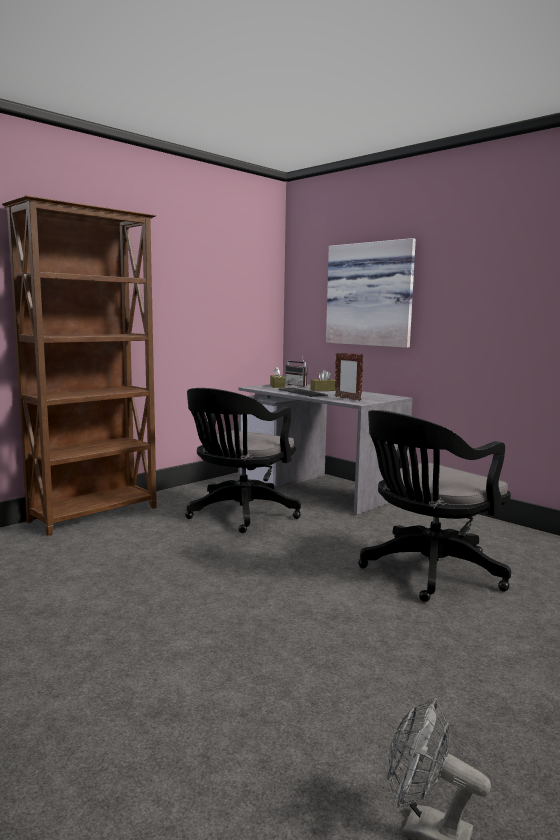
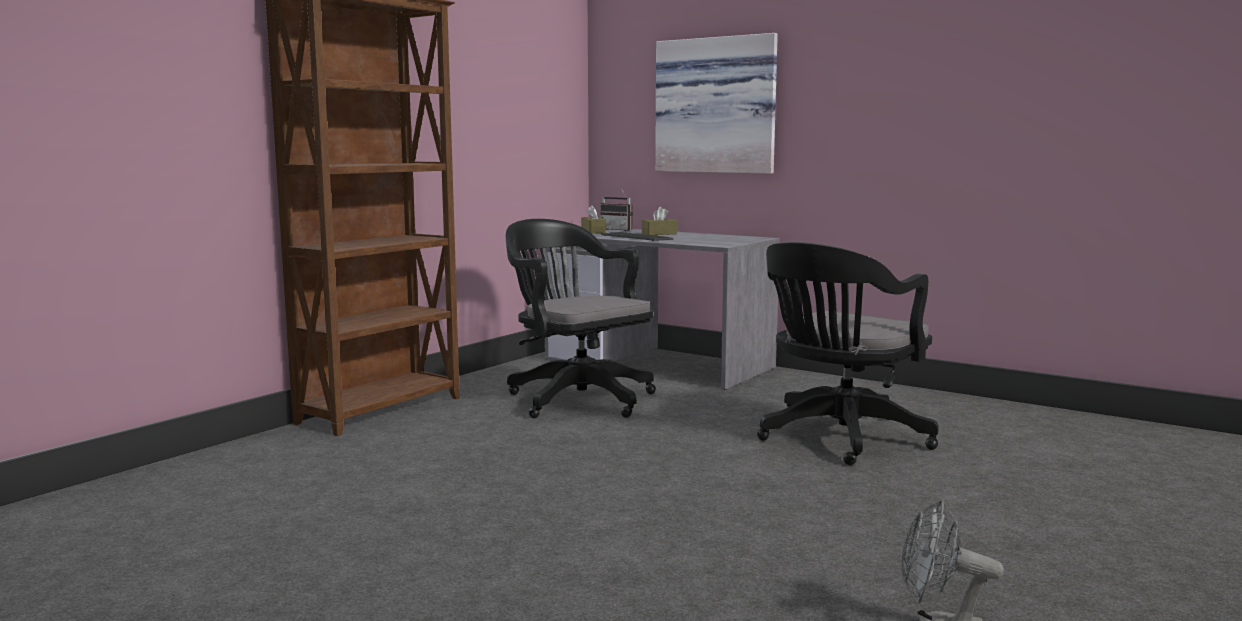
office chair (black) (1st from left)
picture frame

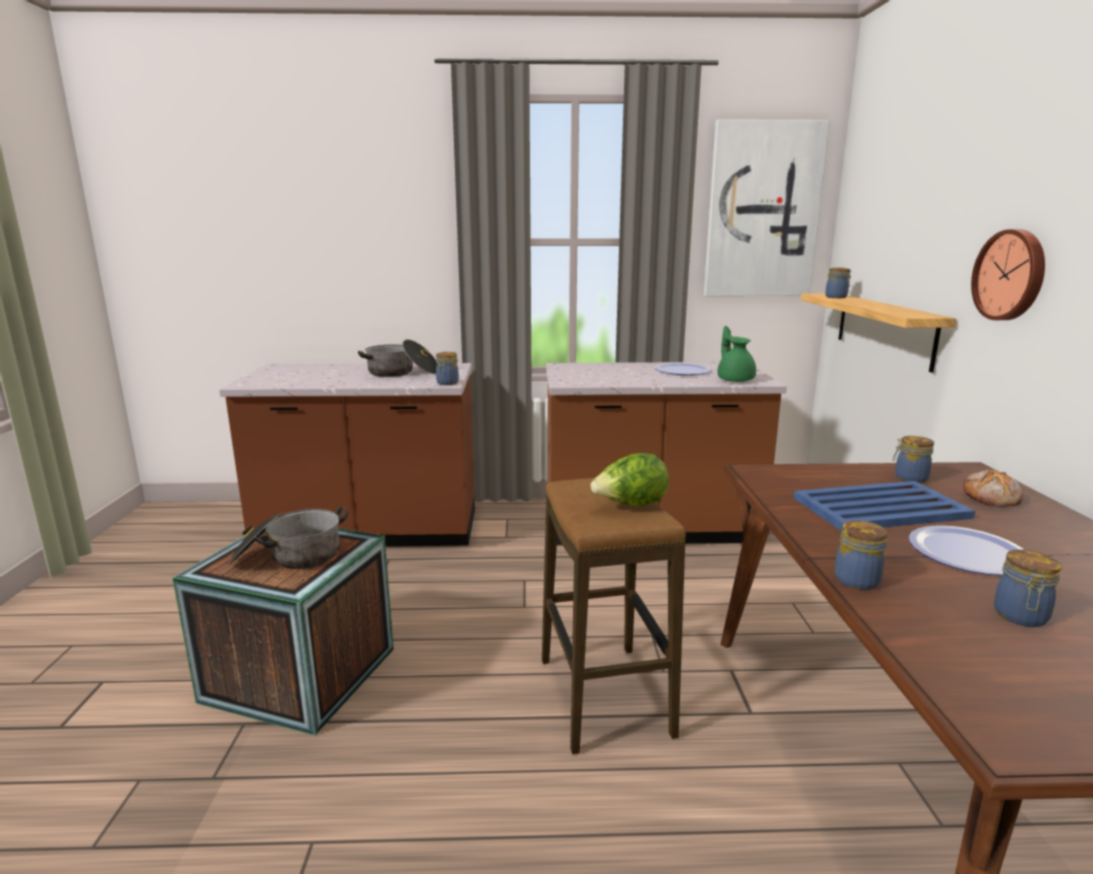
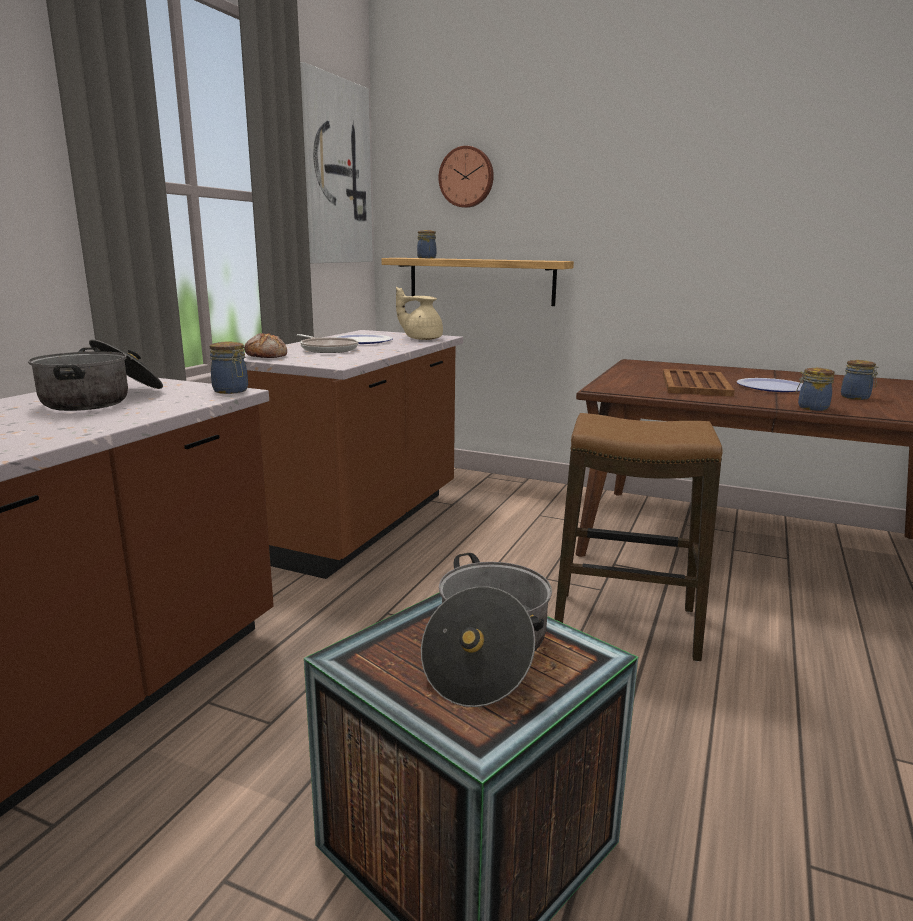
lettuce
teapot (beige)
tray (brown)
jar (4th from left in the first image)
bread
wall clock
frying pan

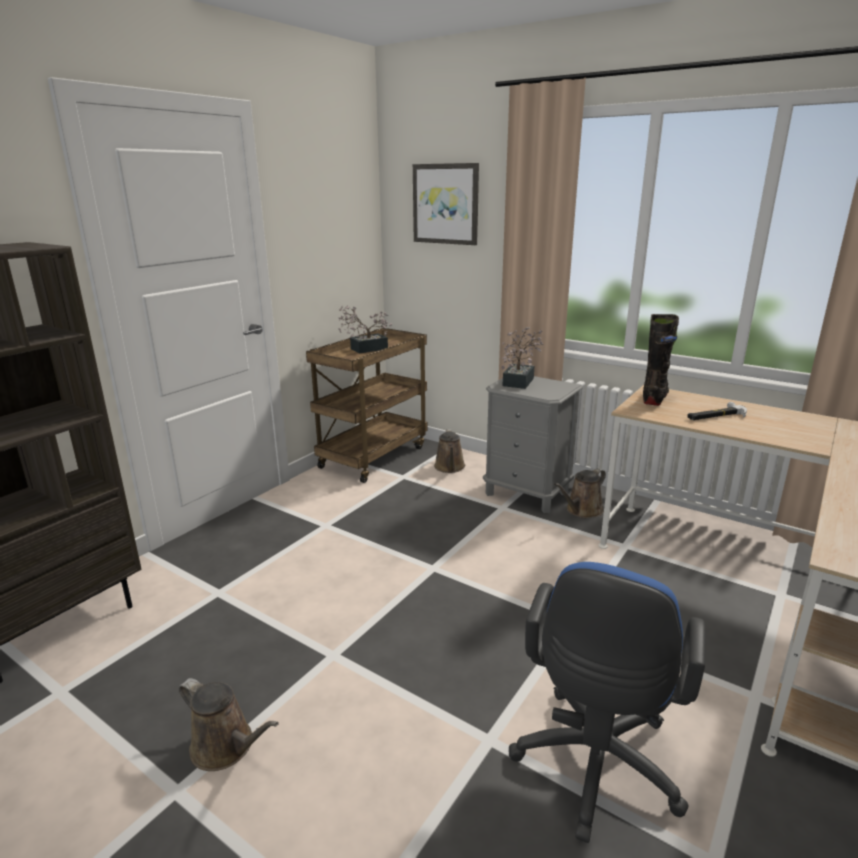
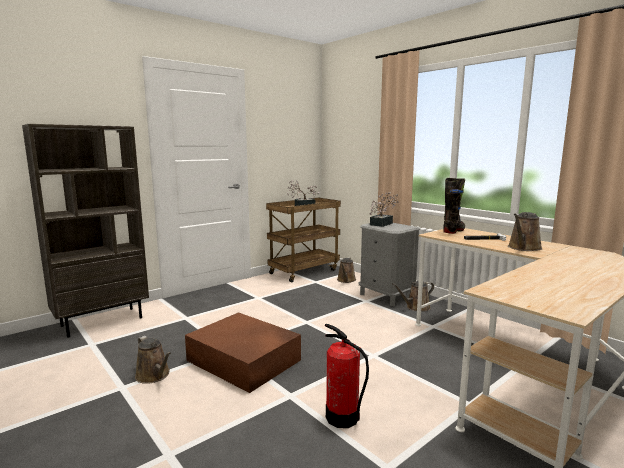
picture
fire extinguisher
storage box (brown)
watering can (brown) (4th from left)

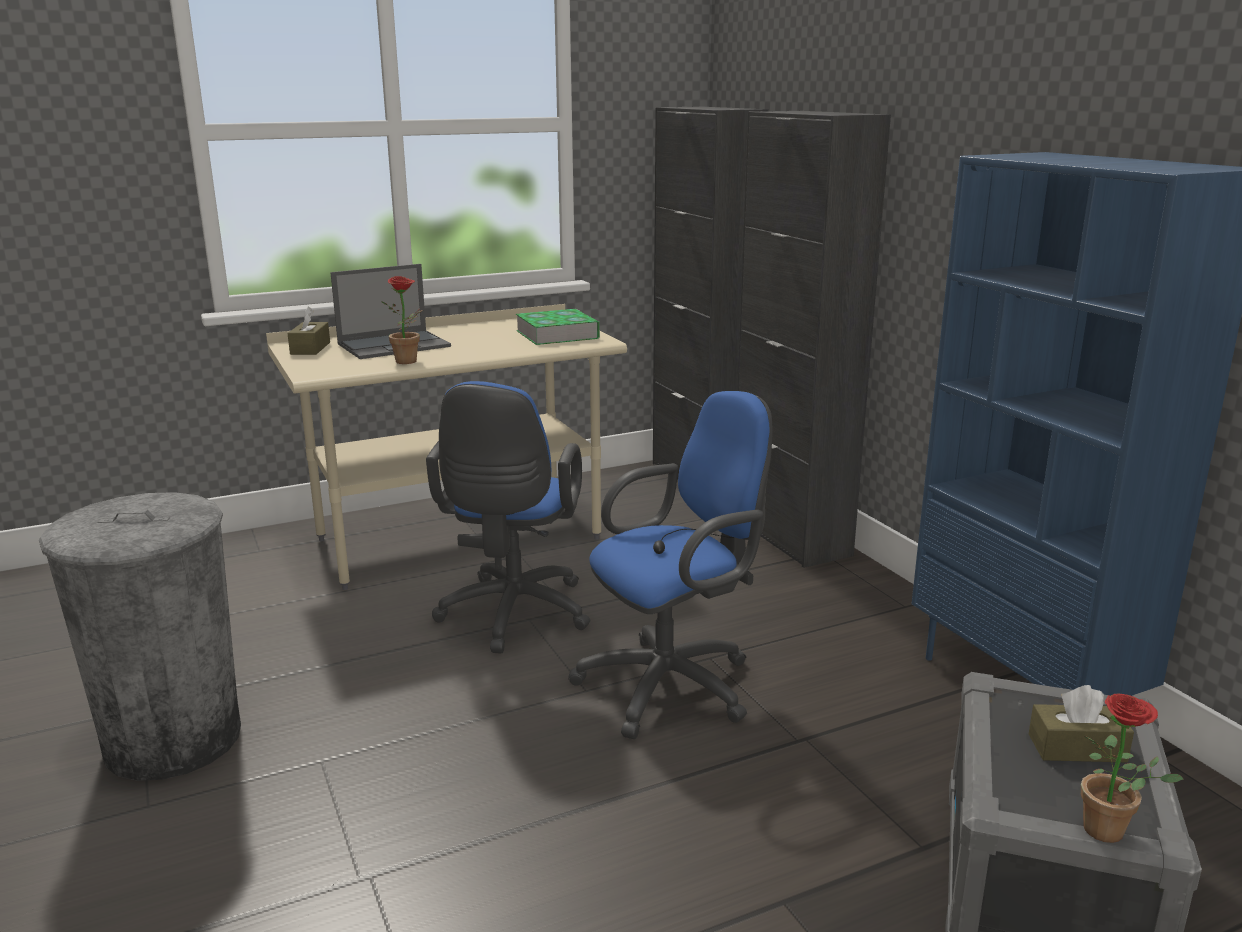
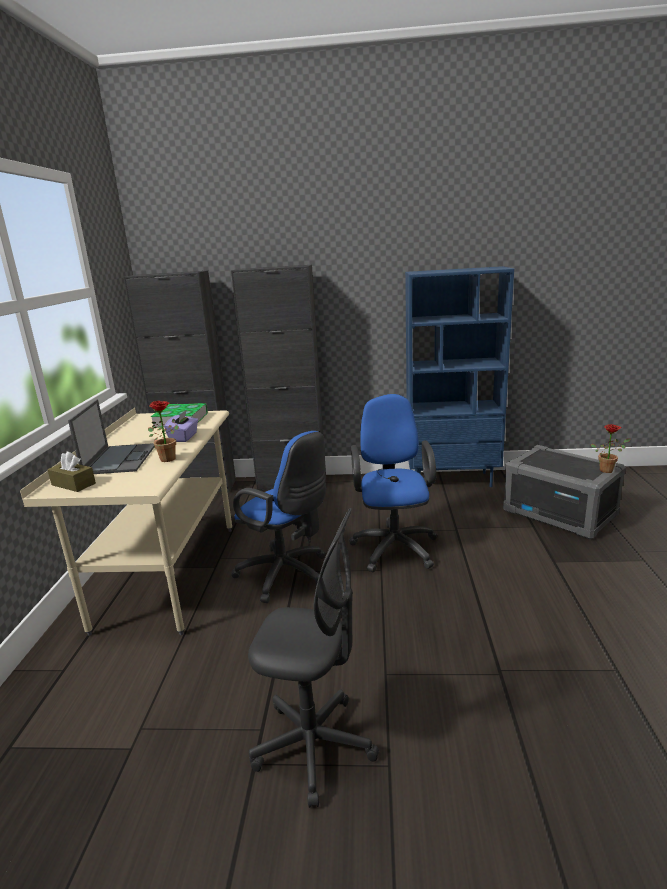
office chair (grey)
tissue box (brown) (2nd from left in the first image)
tissue box (purple)

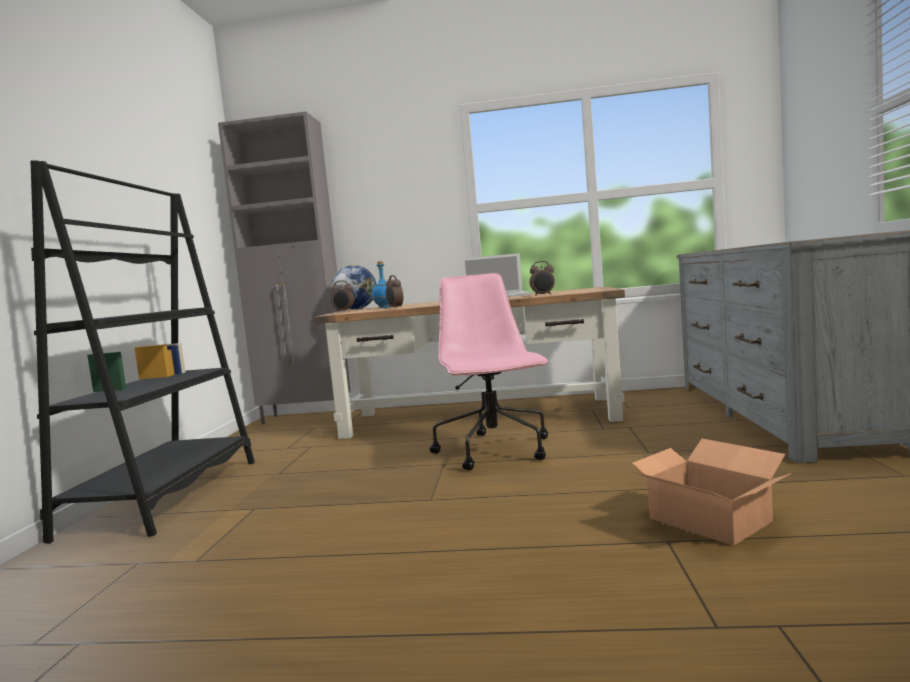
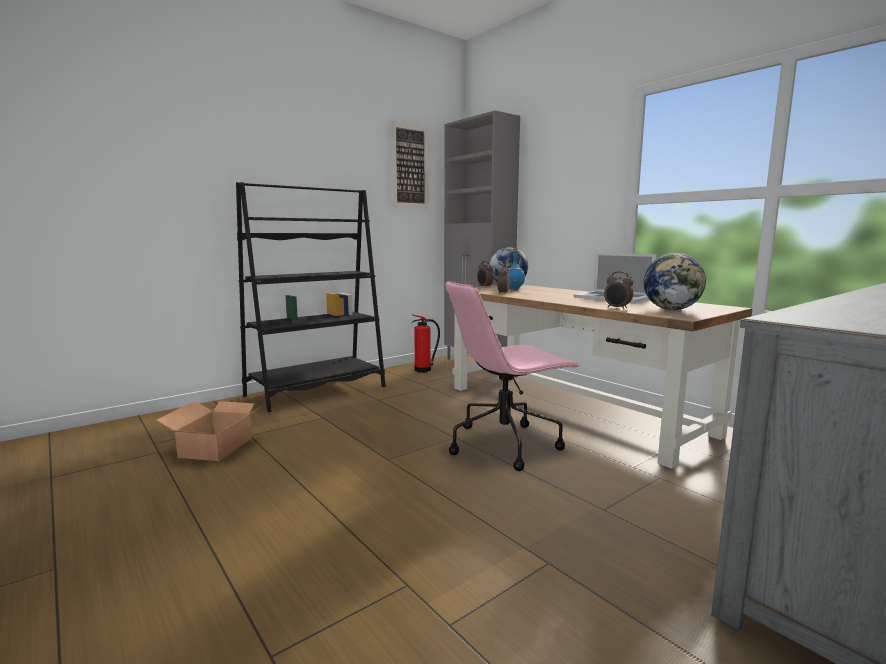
office chair (pink)
cardboard box
picture
fire extinguisher
globe (2nd from left)

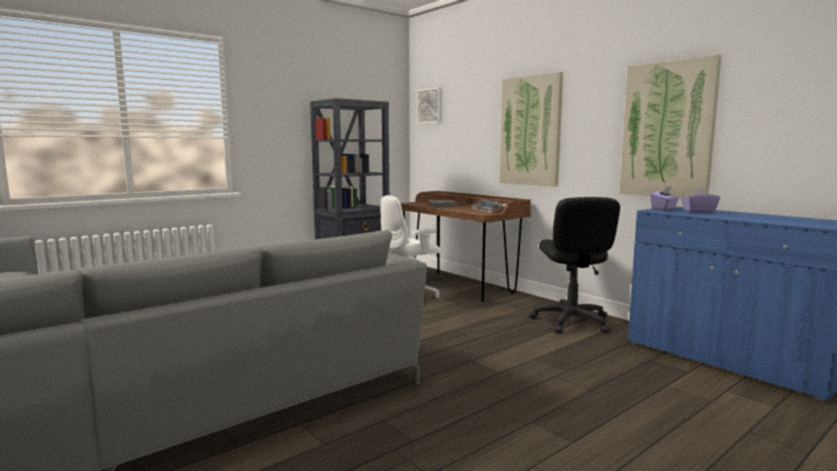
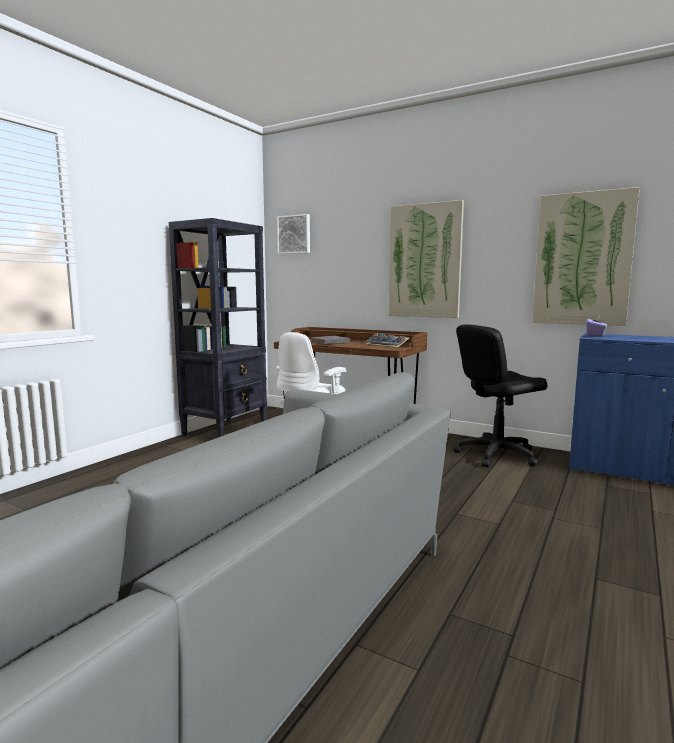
office chair (black)
tissue box (purple) (2nd from left in the first image)

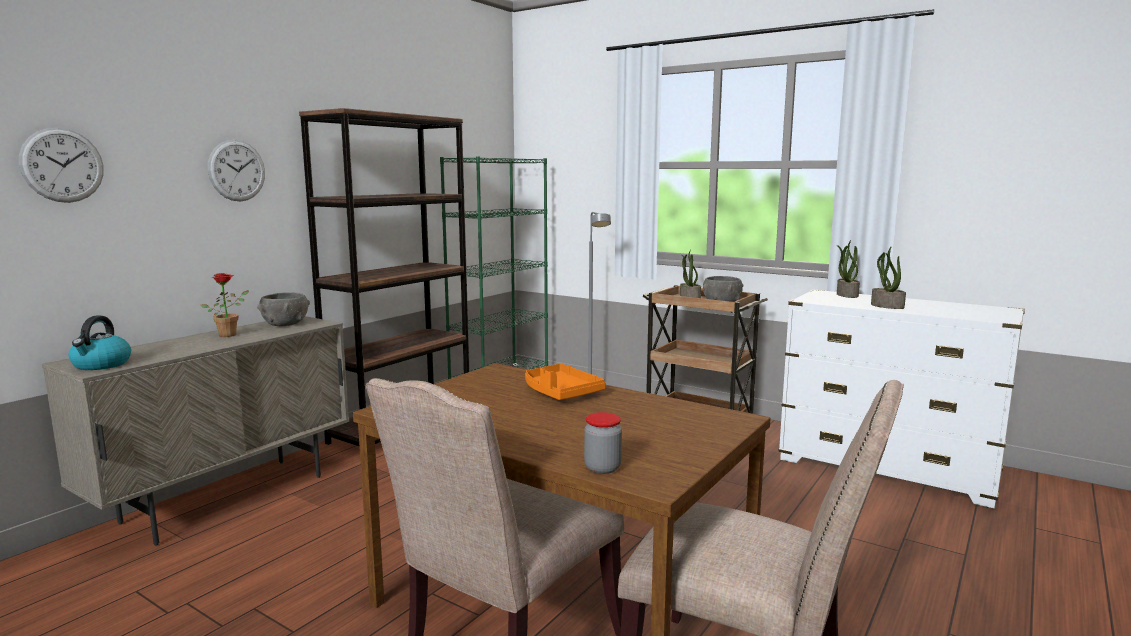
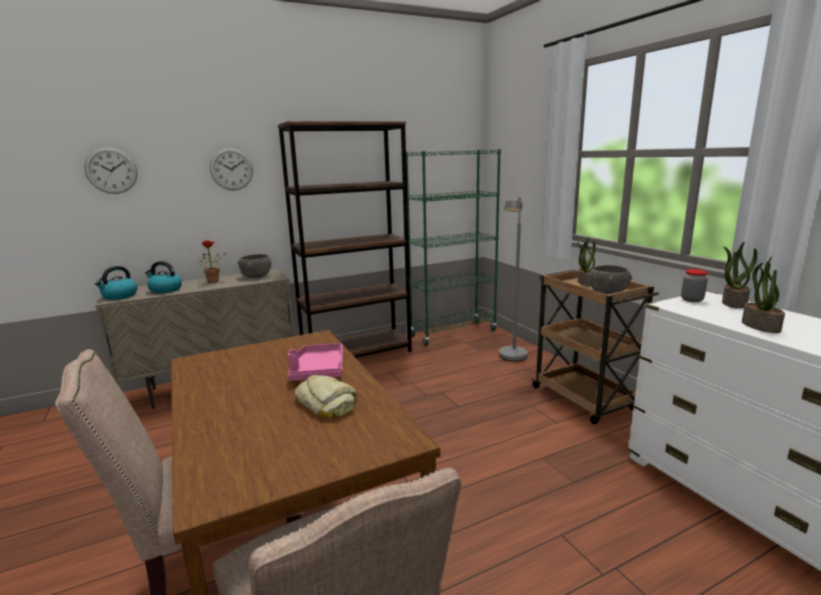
tray (pink)
jar
kettle (2nd from left)
bread

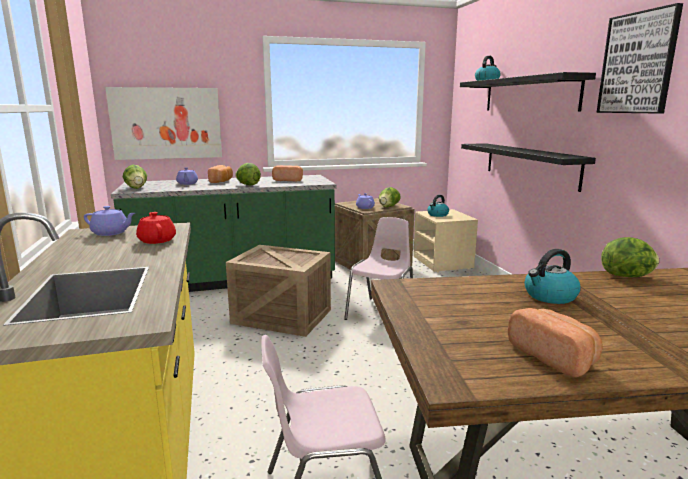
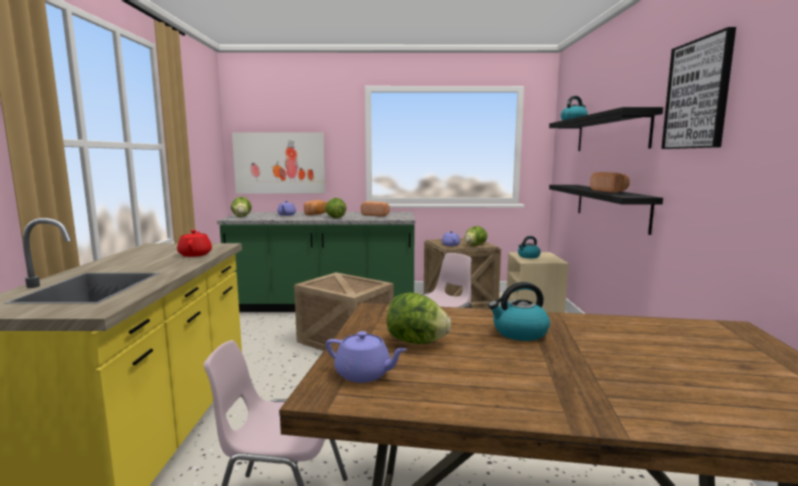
teapot (purple) (2nd from left)
bread (3rd from left)
lettuce (3rd from left)

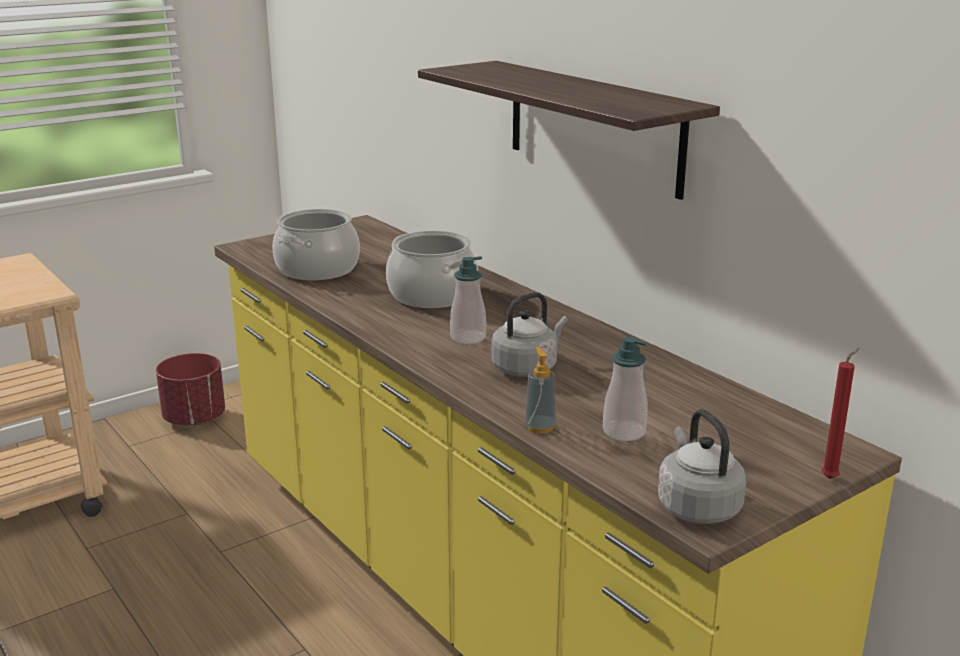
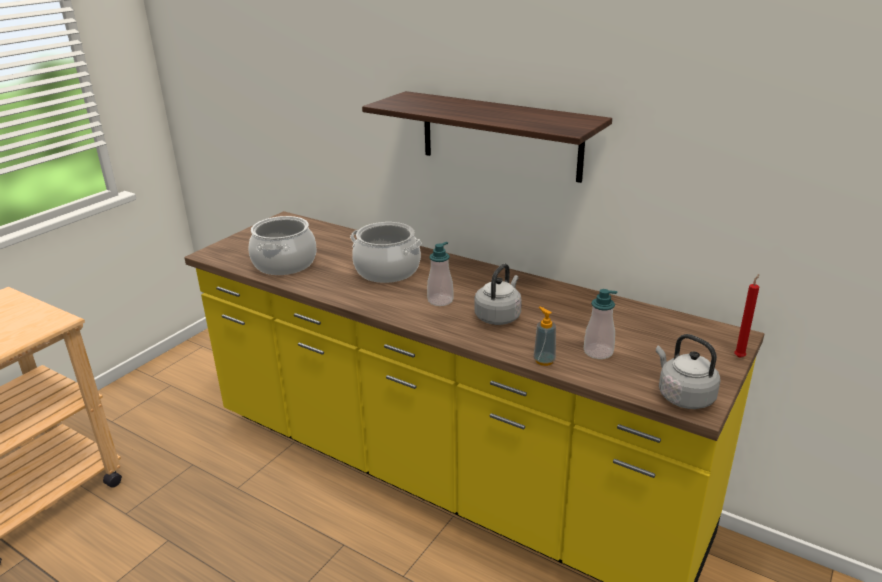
planter (red)

